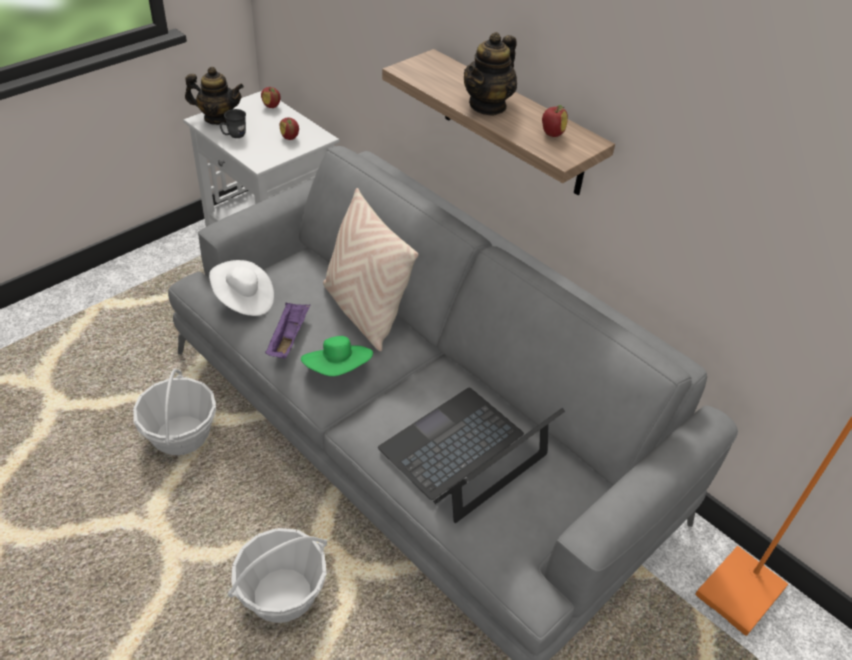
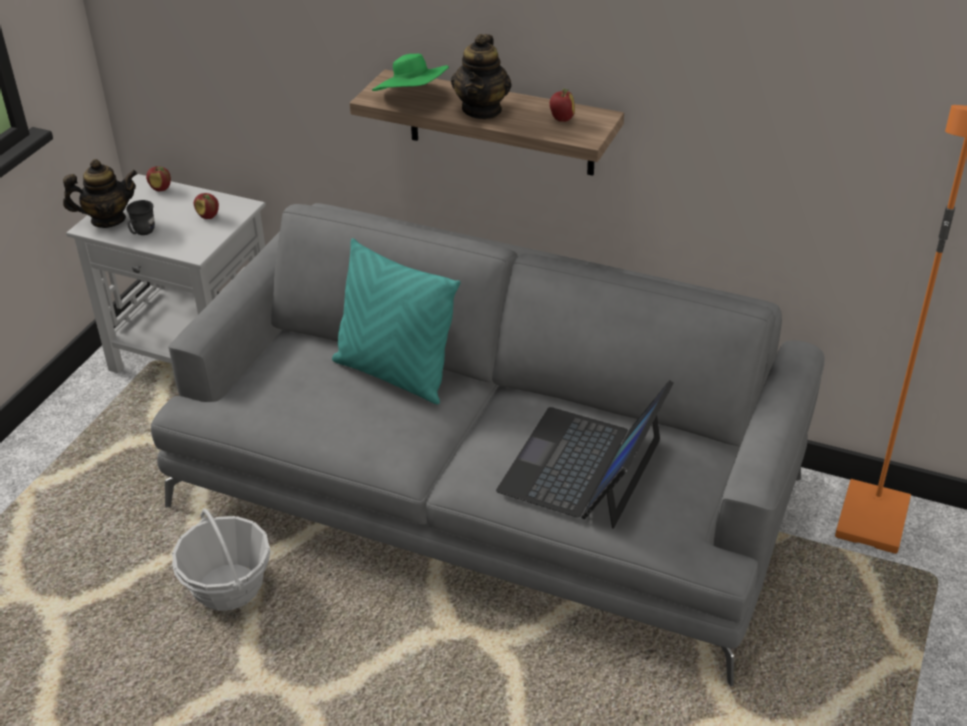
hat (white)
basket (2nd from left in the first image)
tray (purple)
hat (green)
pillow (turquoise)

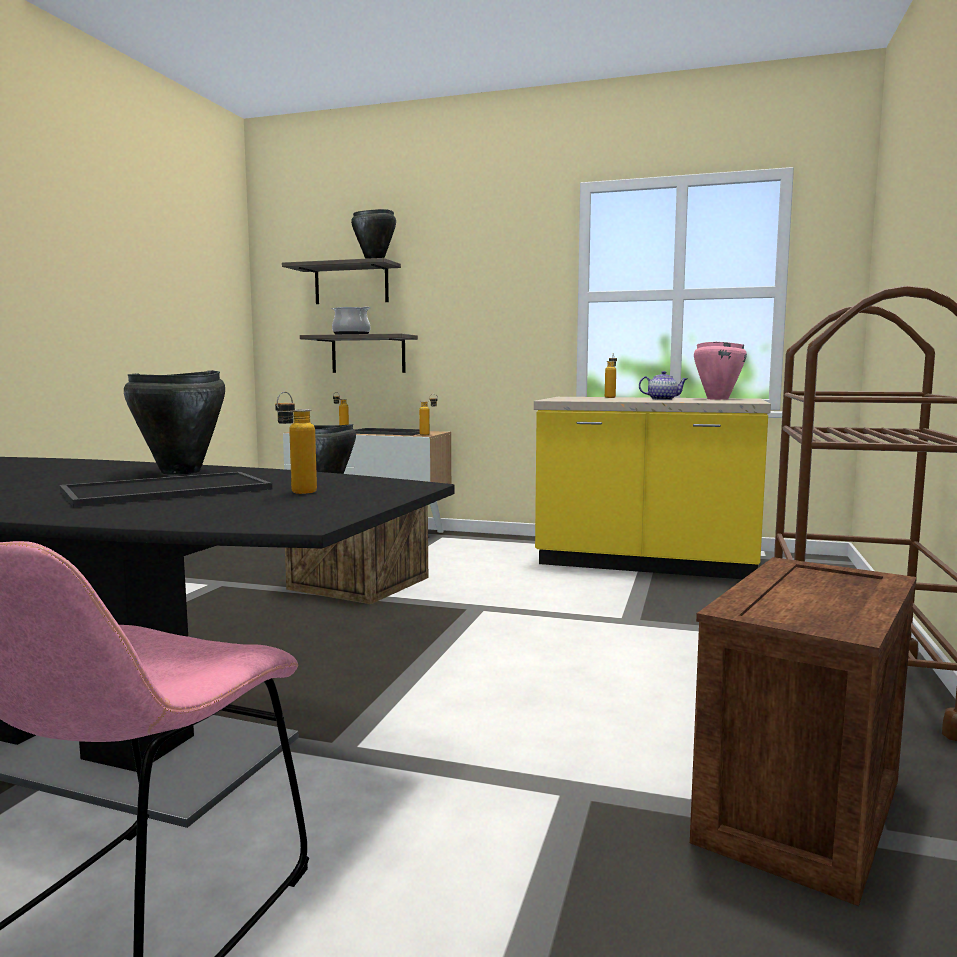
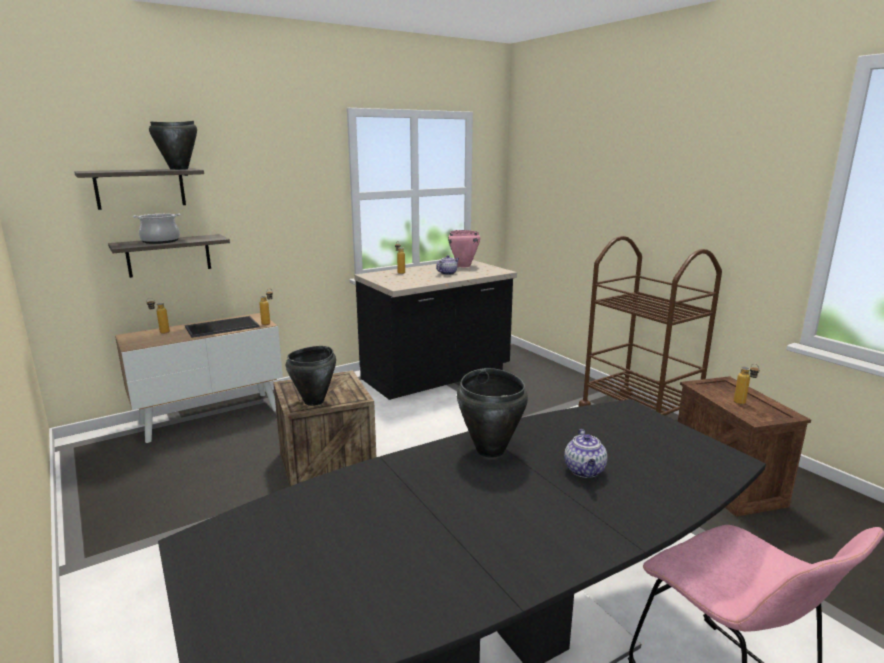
teapot (2nd from left)
bottle (4th from left)
counter (black)

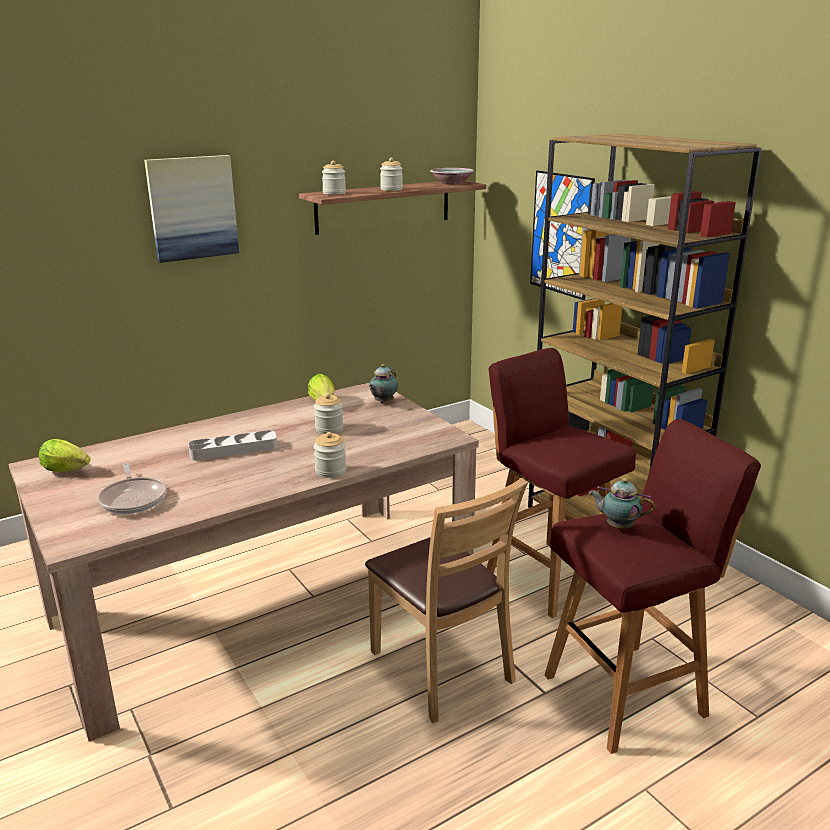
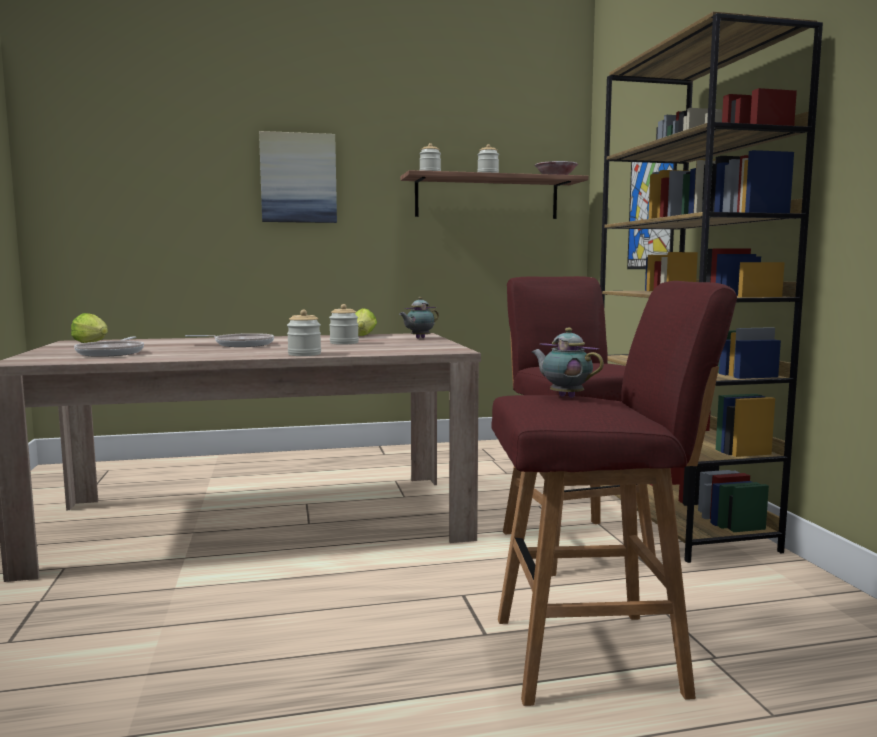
frying pan (2nd from left)
chair (brown)

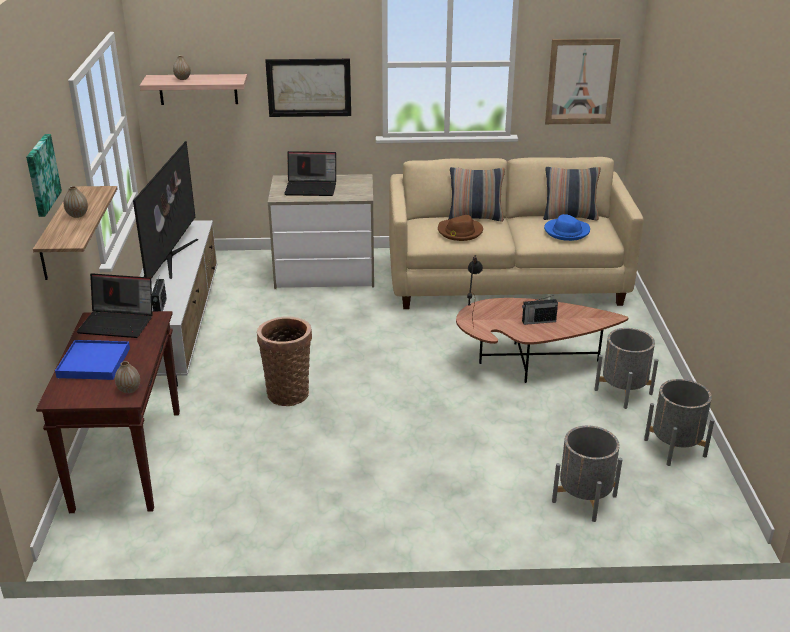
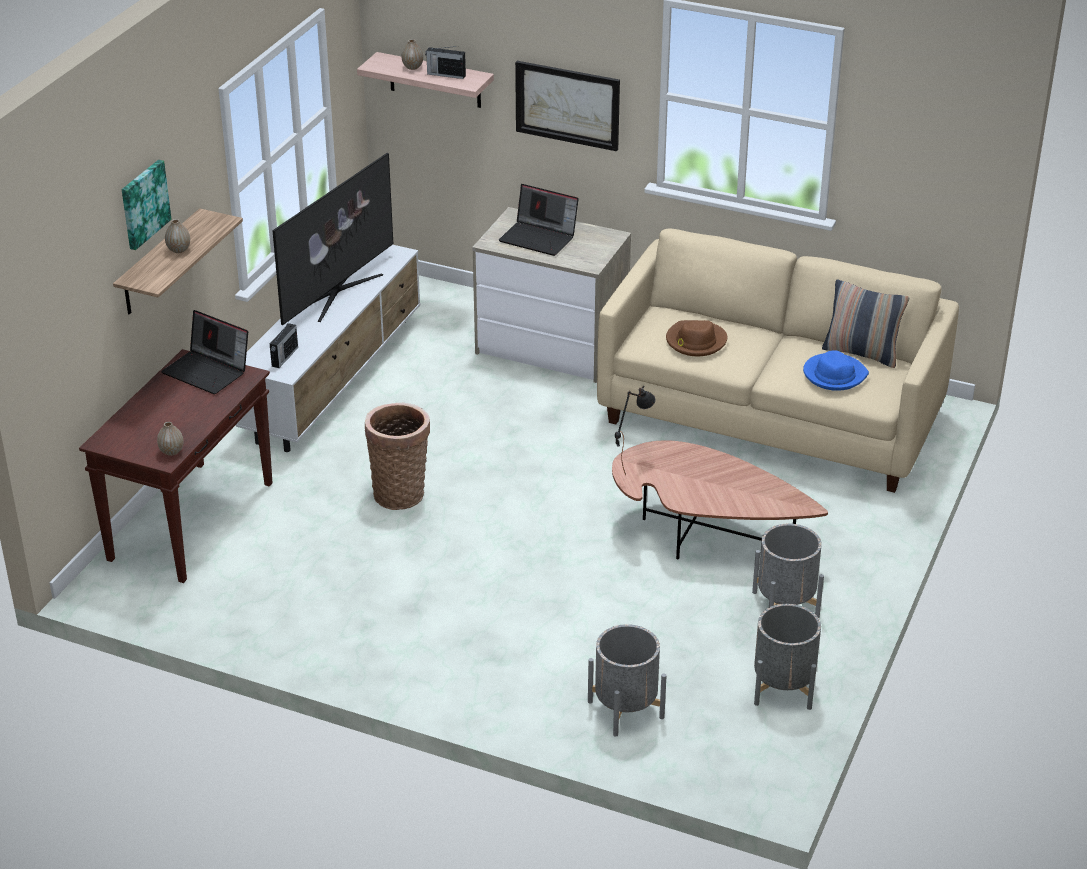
tray (blue)
pillow (1st from left in the first image)
radio (2nd from left)
picture (3rd from left in the first image)

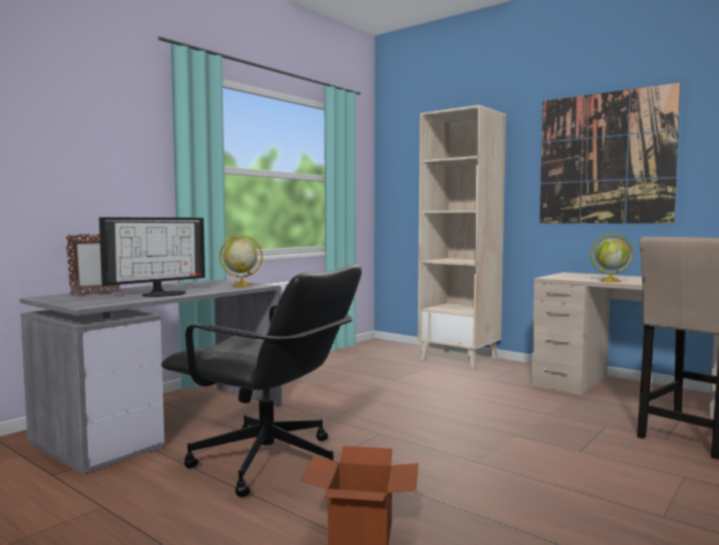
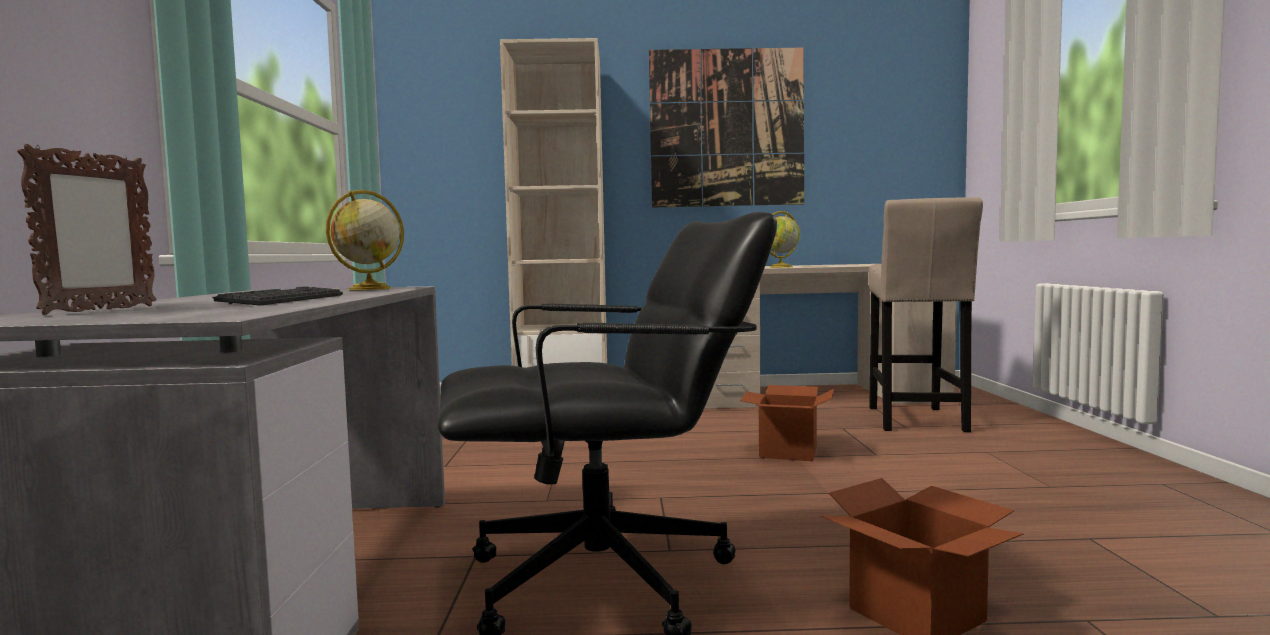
keyboard
cardboard box (1st from left)

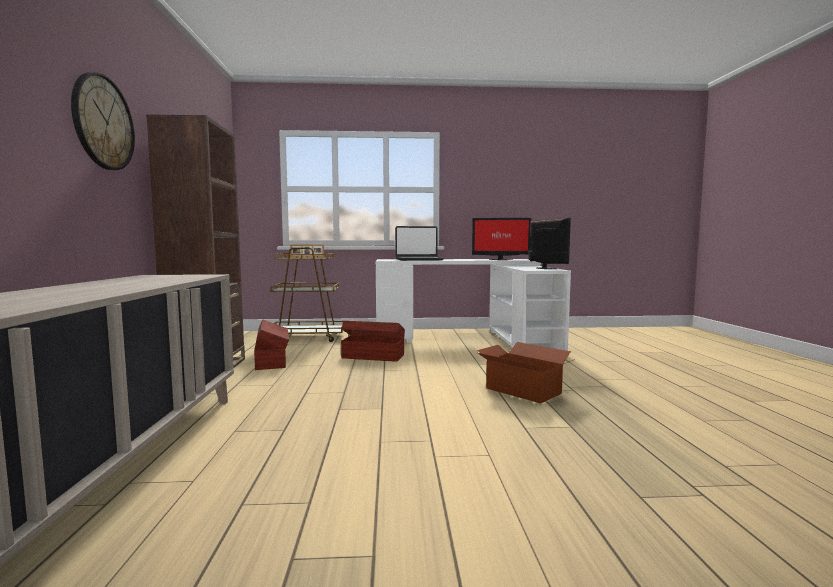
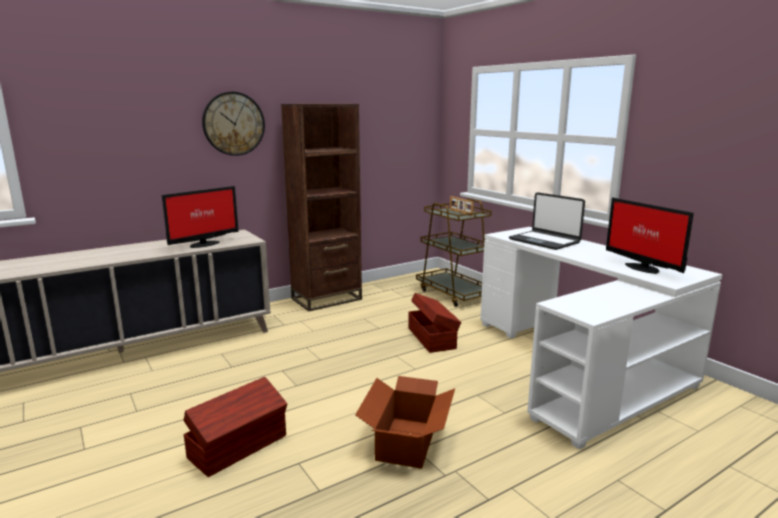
storage box (brown) (1st from left)
monitor (1st from left)

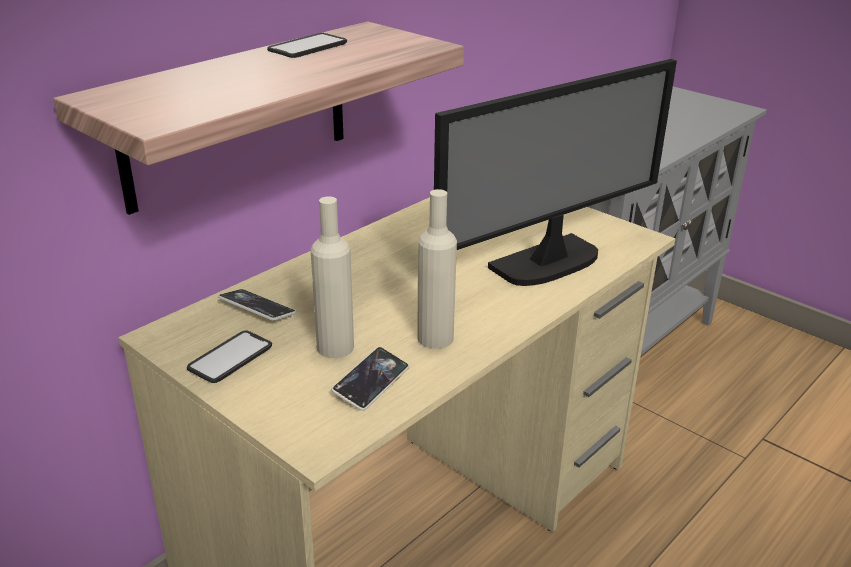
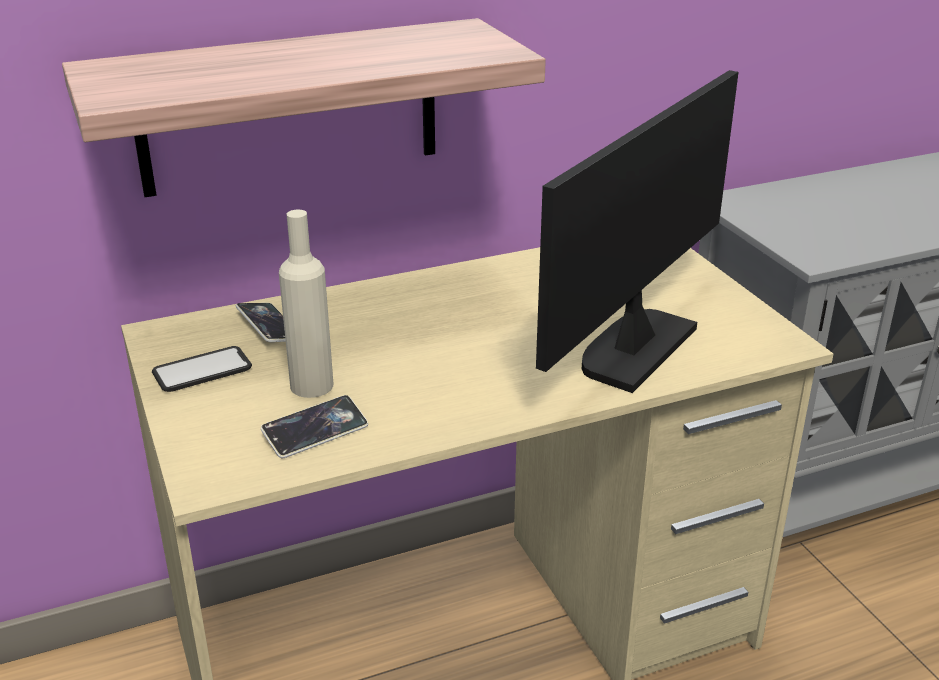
phone (3rd from left in the first image)
bottle (beige) (2nd from left in the first image)
monitor

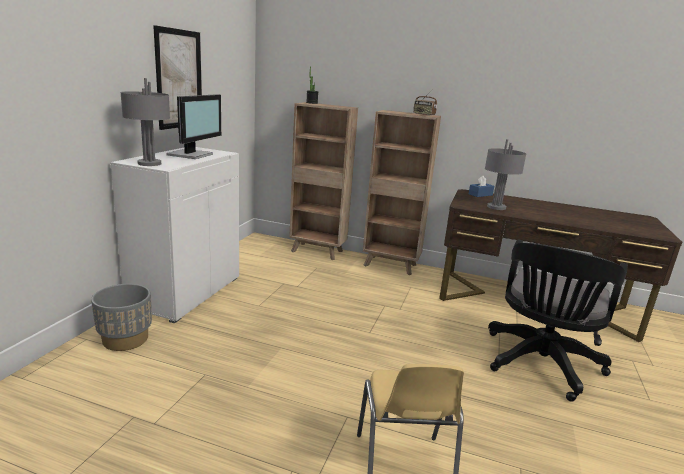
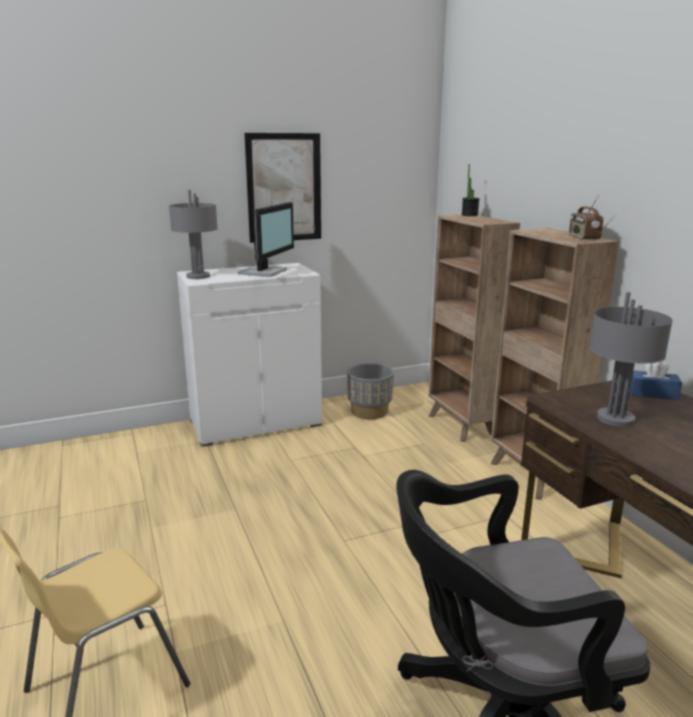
planter (grey)
monitor

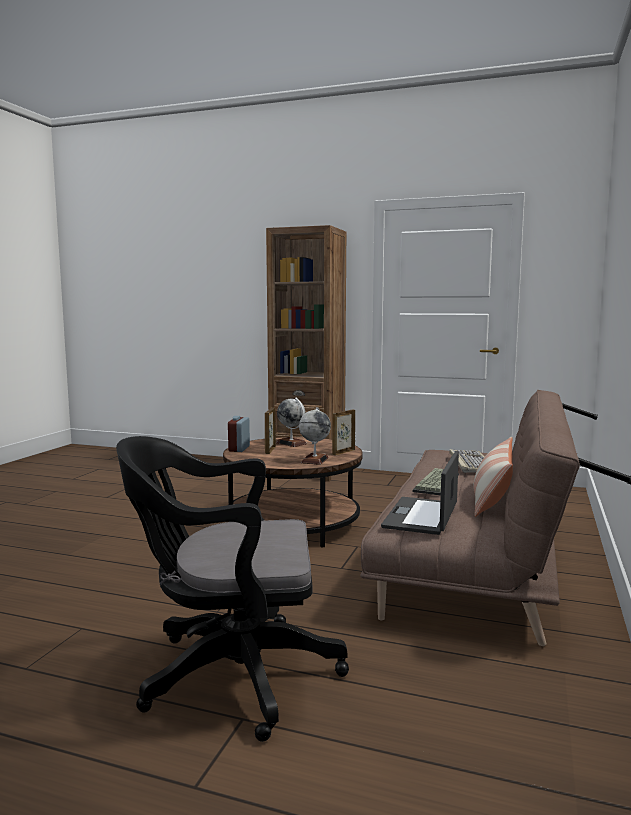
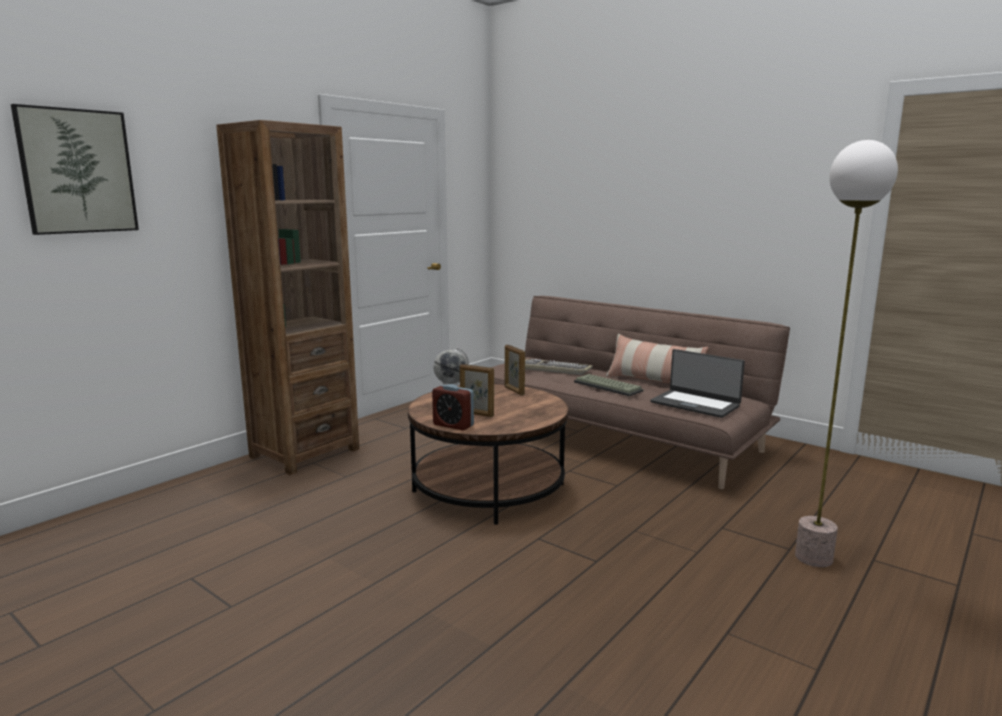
floor lamp
globe (2nd from left in the first image)
picture

